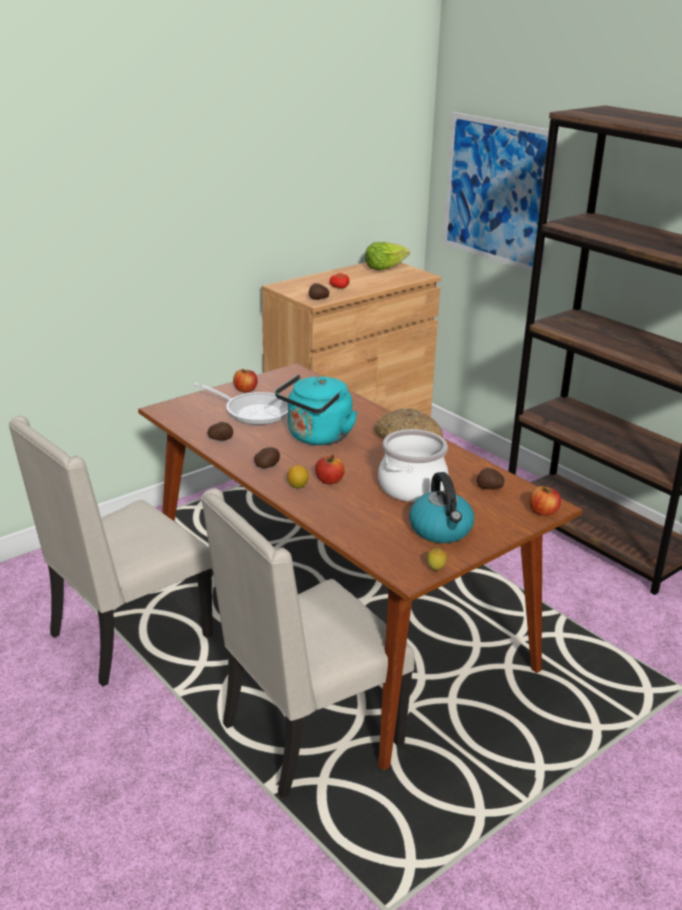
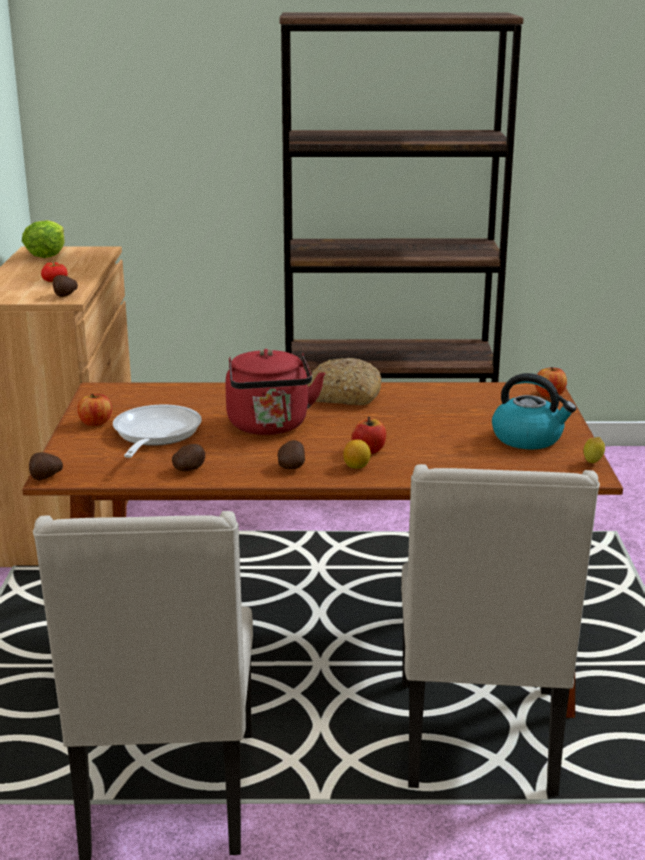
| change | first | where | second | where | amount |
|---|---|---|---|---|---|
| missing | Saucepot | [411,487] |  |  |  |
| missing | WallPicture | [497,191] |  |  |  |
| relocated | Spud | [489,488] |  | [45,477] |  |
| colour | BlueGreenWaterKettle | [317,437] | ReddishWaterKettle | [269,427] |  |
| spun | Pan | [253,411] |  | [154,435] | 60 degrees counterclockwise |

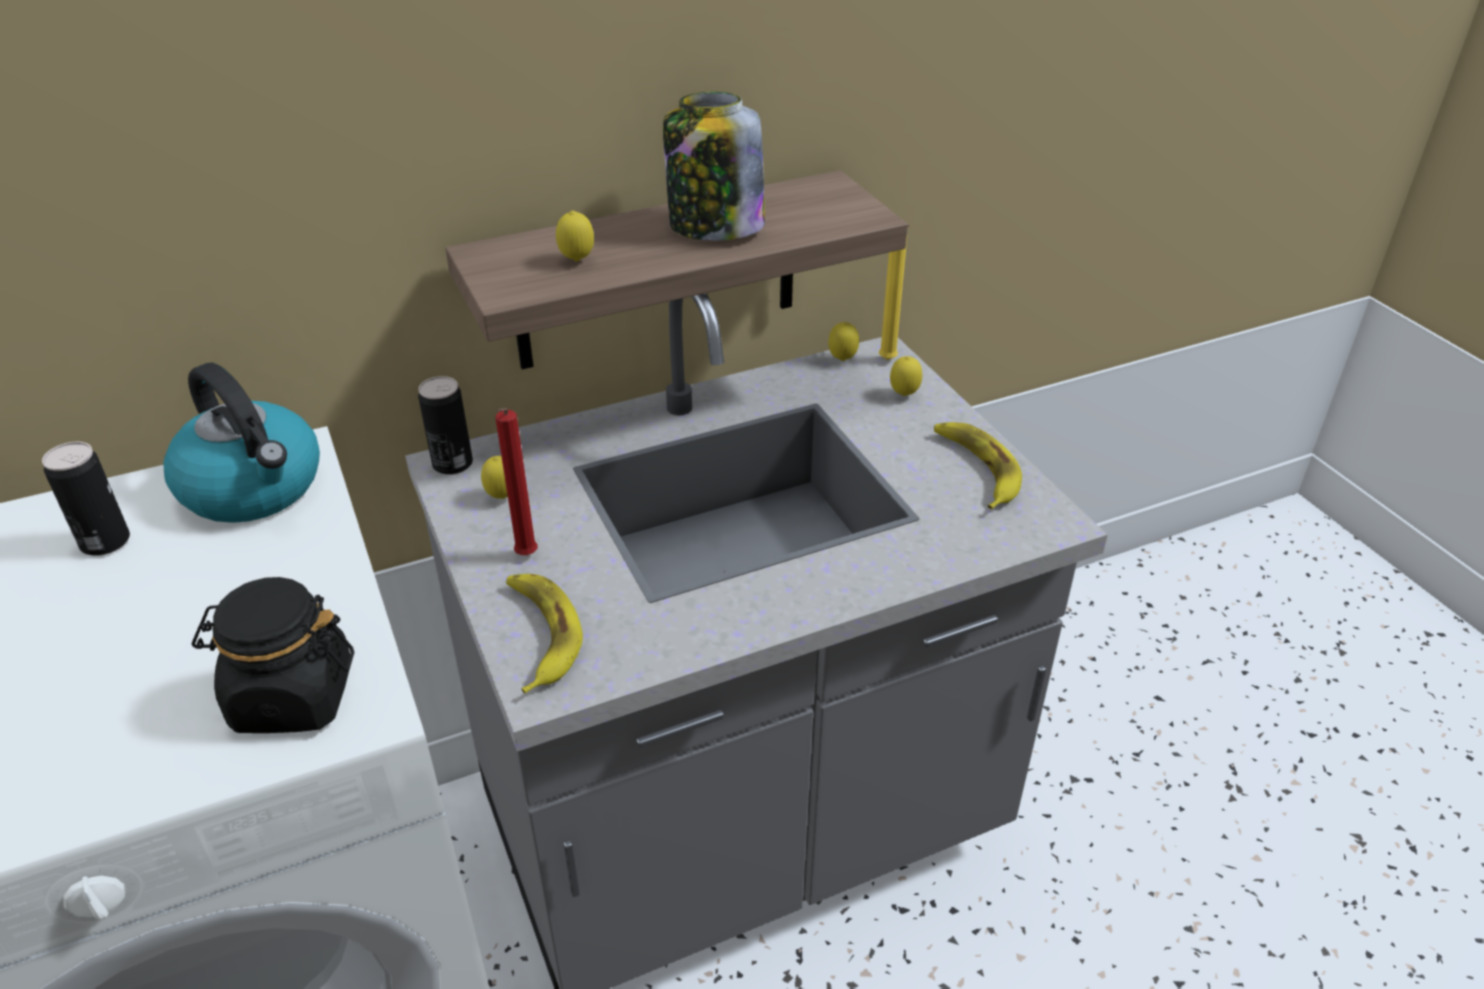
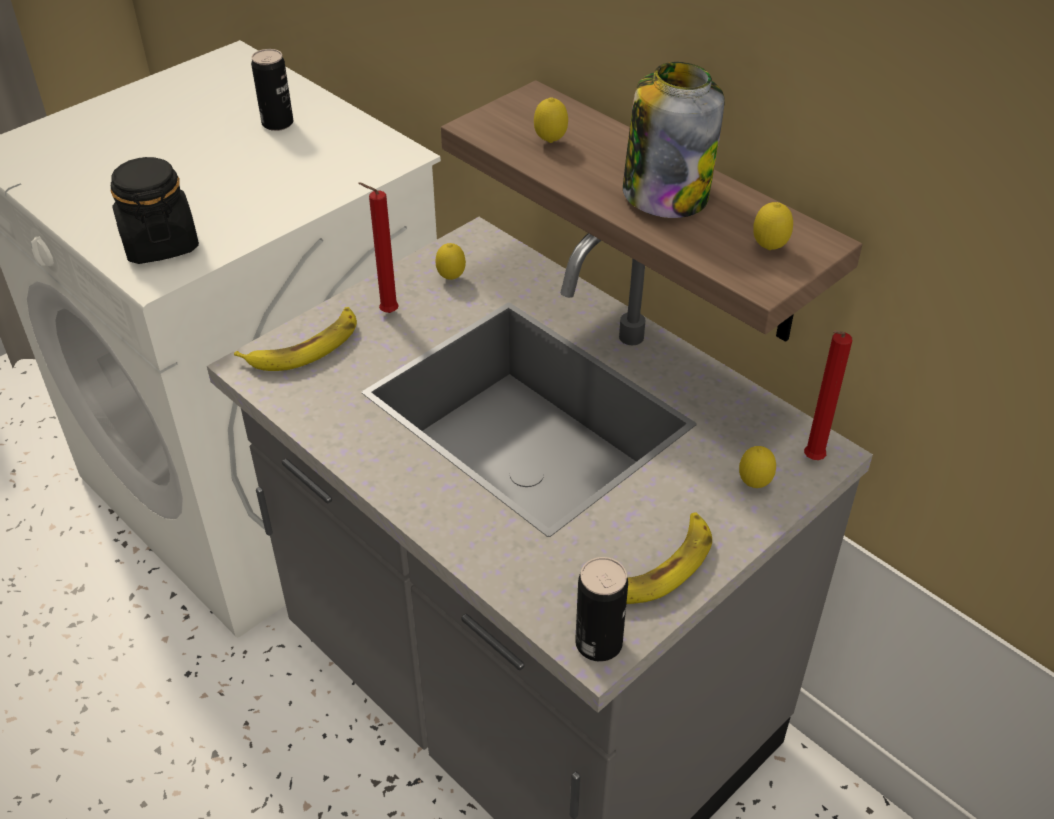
| change | first | where | second | where | amount |
|---|---|---|---|---|---|
| missing | WaterKettle | [254,488] |  |  |  |
| relocated | MetalCan | [452,464] |  | [598,643] |  |
| relocated | WholeLemon | [842,360] |  | [769,249] |  |
| colour | YellowColouredWaxCandle | [888,361] | ReddishWaxCandle | [811,460] |  |

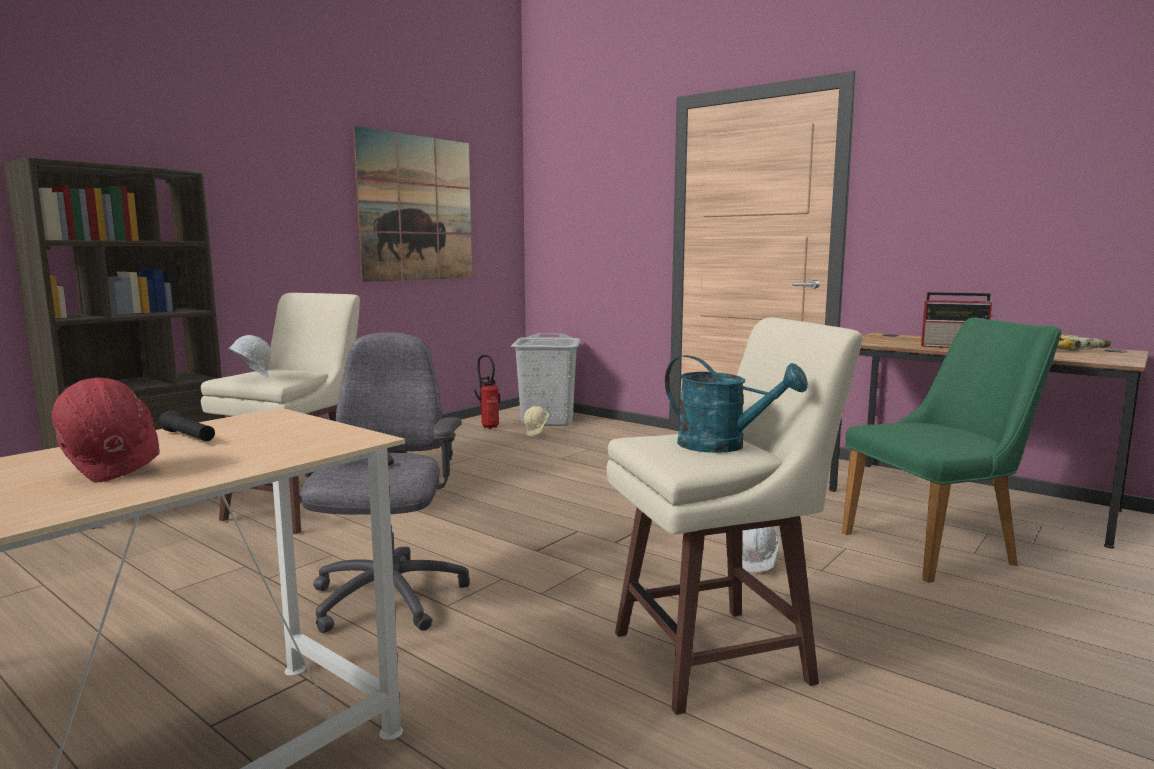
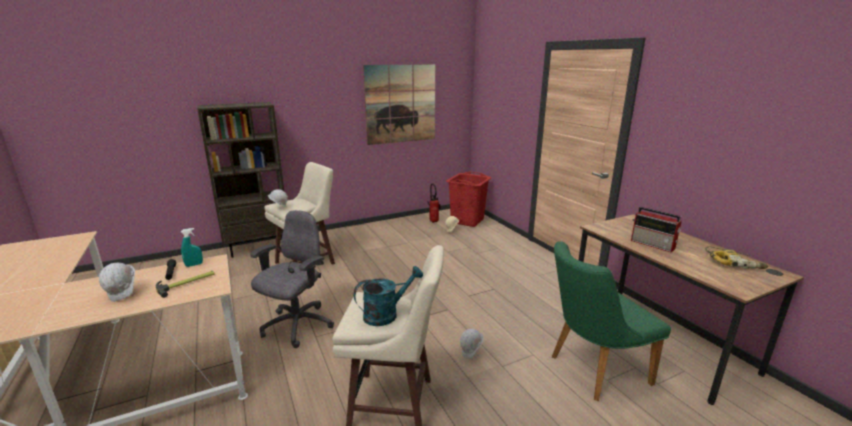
| change | first | where | second | where | amount |
|---|---|---|---|---|---|
| appeared |  |  | HandHammer | [187,283] |  |
| appeared |  |  | BlueGreenHandSprayer | [194,265] |  |
| colour | ReddishWorkHelmet | [113,471] | WhiteWorkHelmet | [124,294] |  |
| colour | GreyishHamper | [548,420] | ReddishHamper | [467,221] |  |
| spun | BlueGreenWateringPot | [723,446] |  | [386,314] | 90 degrees counterclockwise |
| spun | GreenColouredChair | [941,547] |  | [591,370] | 150 degrees clockwise |

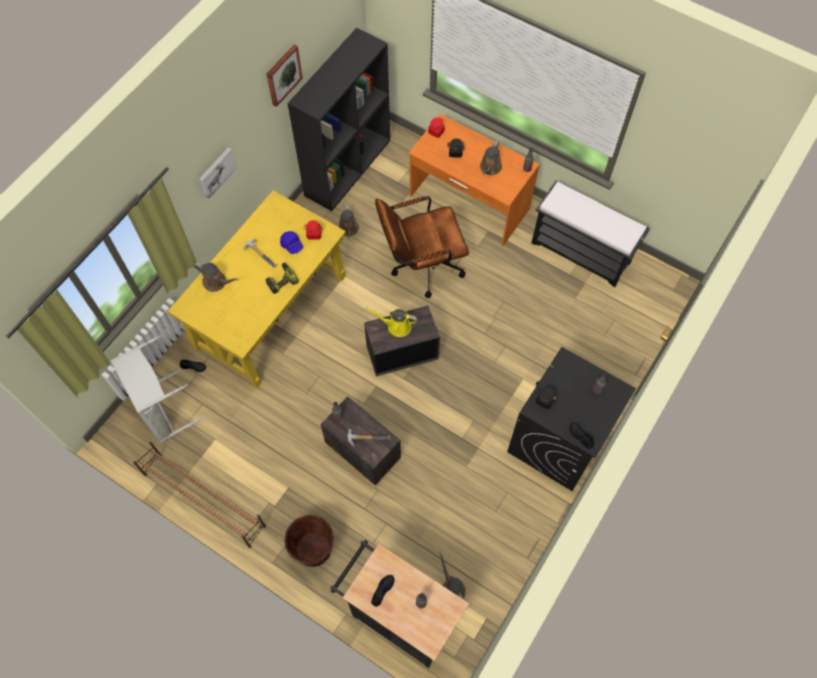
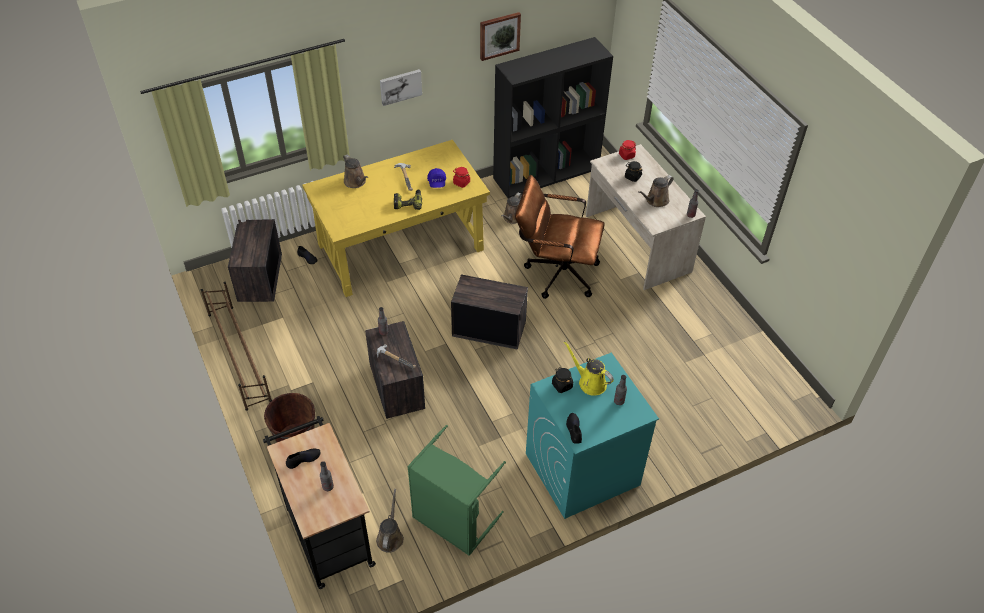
| change | first | where | second | where | amount |
|---|---|---|---|---|---|
| missing | BlackishLongSeat | [582,252] |  |  |  |
| appeared |  |  | GreenColouredHamper | [452,522] |  |
| relocated | YellowColouredWateringPot | [396,326] |  | [590,382] |  |
| exchanged | GreyishHamper | [162,409] | Crate | [260,276] |  |
| colour | OrangeColouredDeskTable | [469,203] | SandColouredDeskTable | [636,243] |  |
| colour | BlackishLaundryAppliance | [558,441] | BlueGreenLaundryAppliance | [581,469] |  |

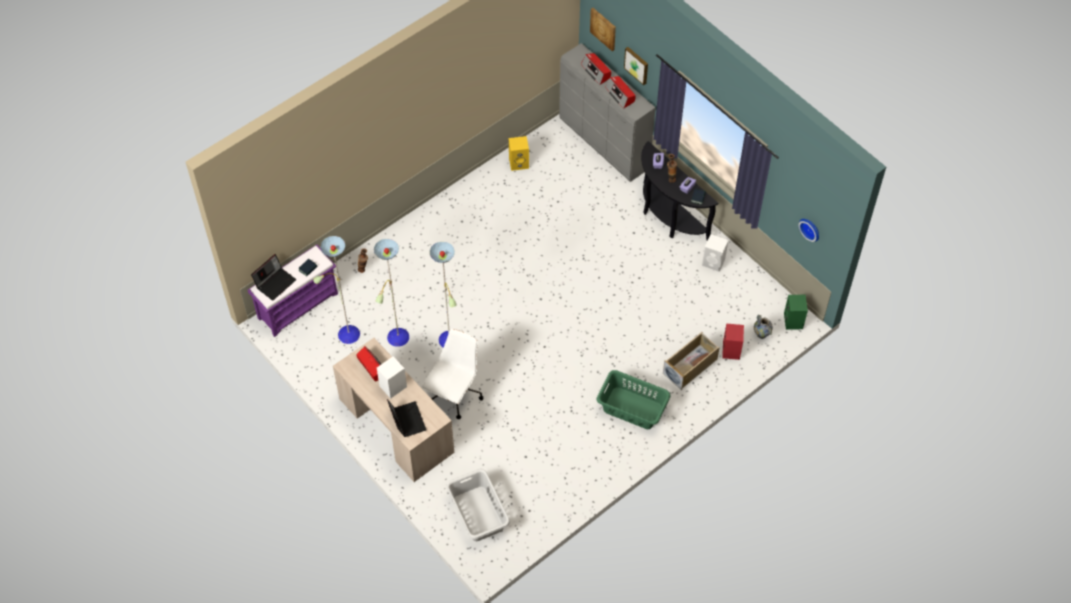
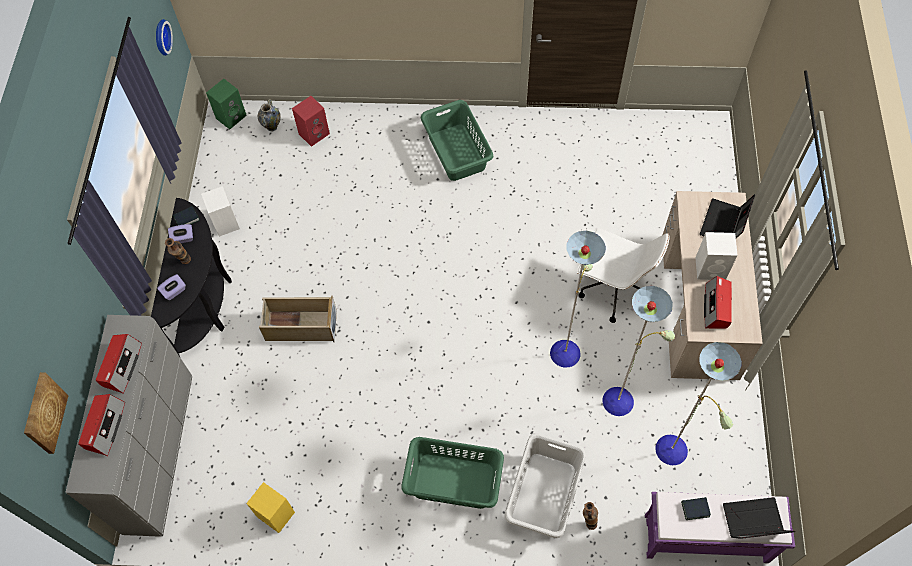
| change | first | where | second | where | amount |
|---|---|---|---|---|---|
| missing | WallPicture | [637,65] |  |  |  |
| appeared |  |  | GreenColouredHamper | [453,480] |  |
| relocated | GreyishHamper | [478,514] |  | [544,493] |  |
| relocated | SandColouredStorageBox | [690,366] |  | [300,326] |  |
| spun | WhiteDeskChair | [454,396] |  | [613,289] | 135 degrees counterclockwise |

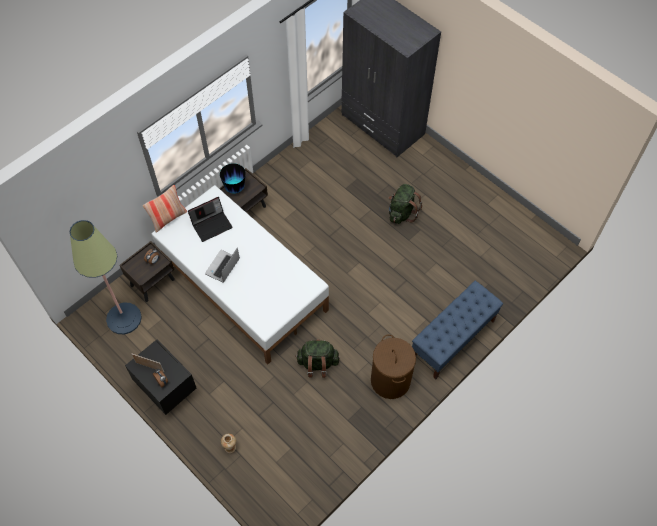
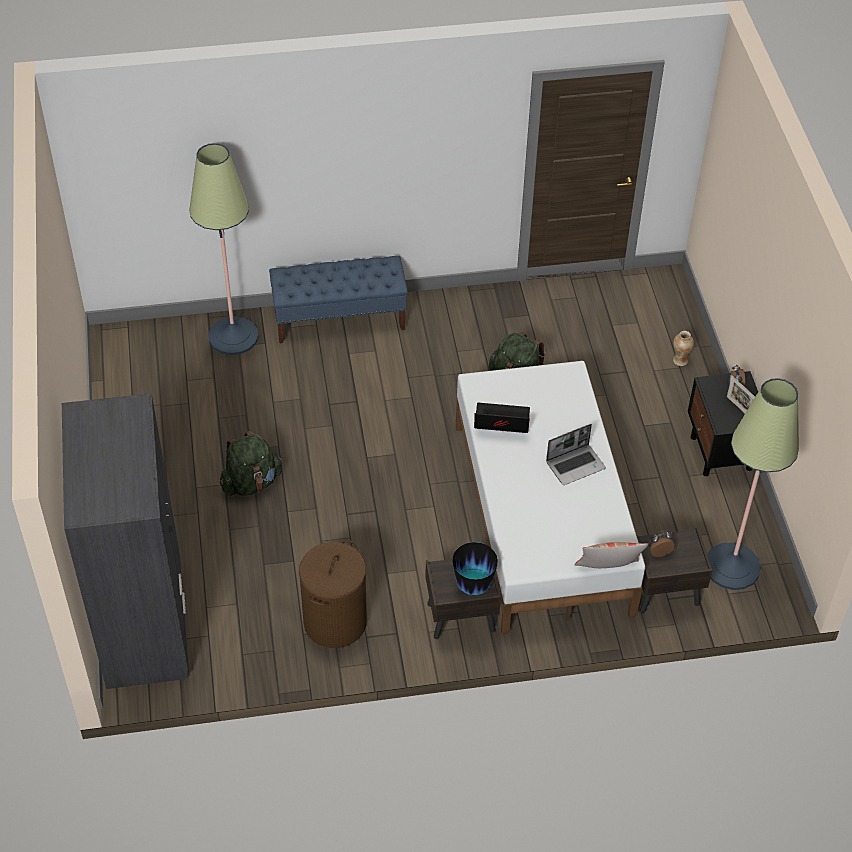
| change | first | where | second | where | amount |
|---|---|---|---|---|---|
| appeared |  |  | StandardLamp | [233,336] |  |
| relocated | PortableComputer | [212,224] |  | [500,422] |  |
| relocated | BrownHamper | [390,380] |  | [335,622] |  |

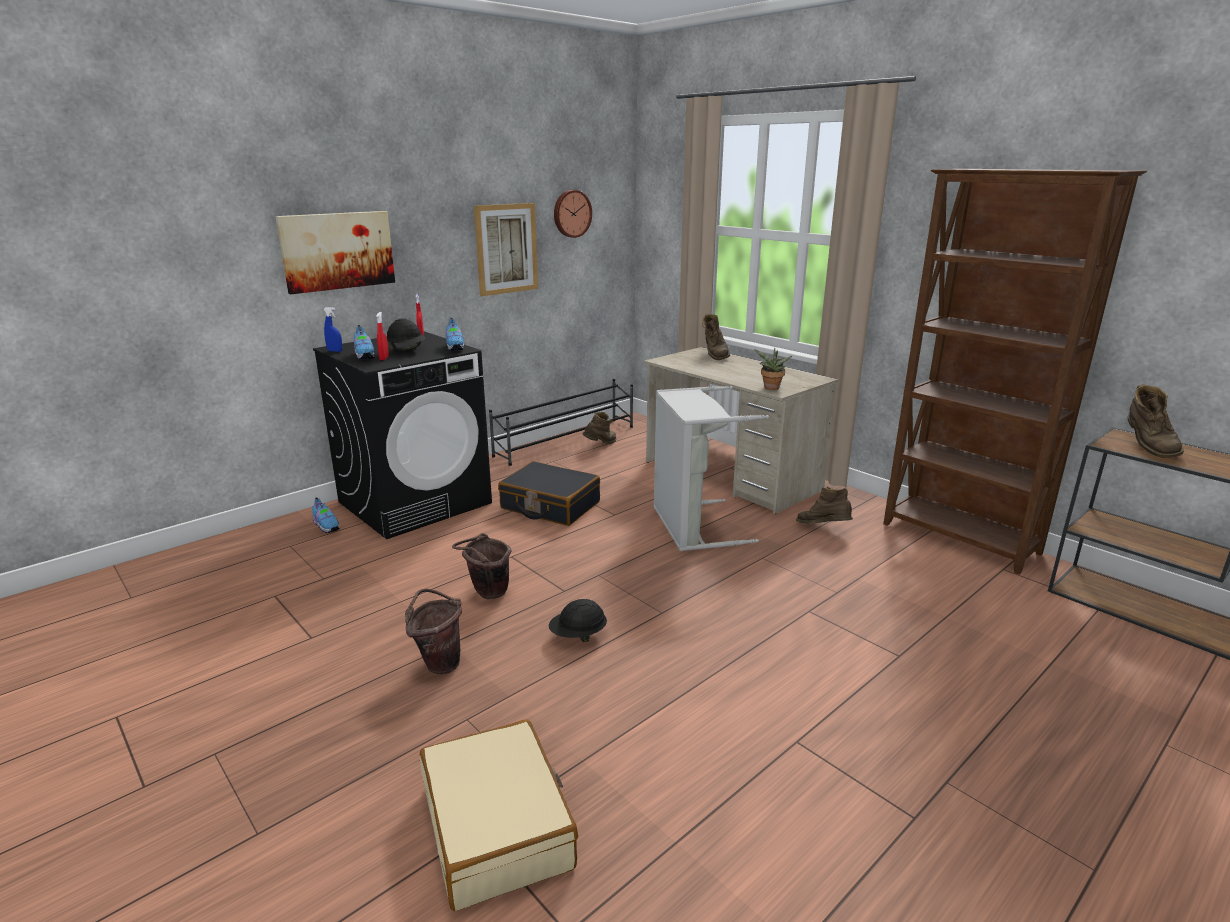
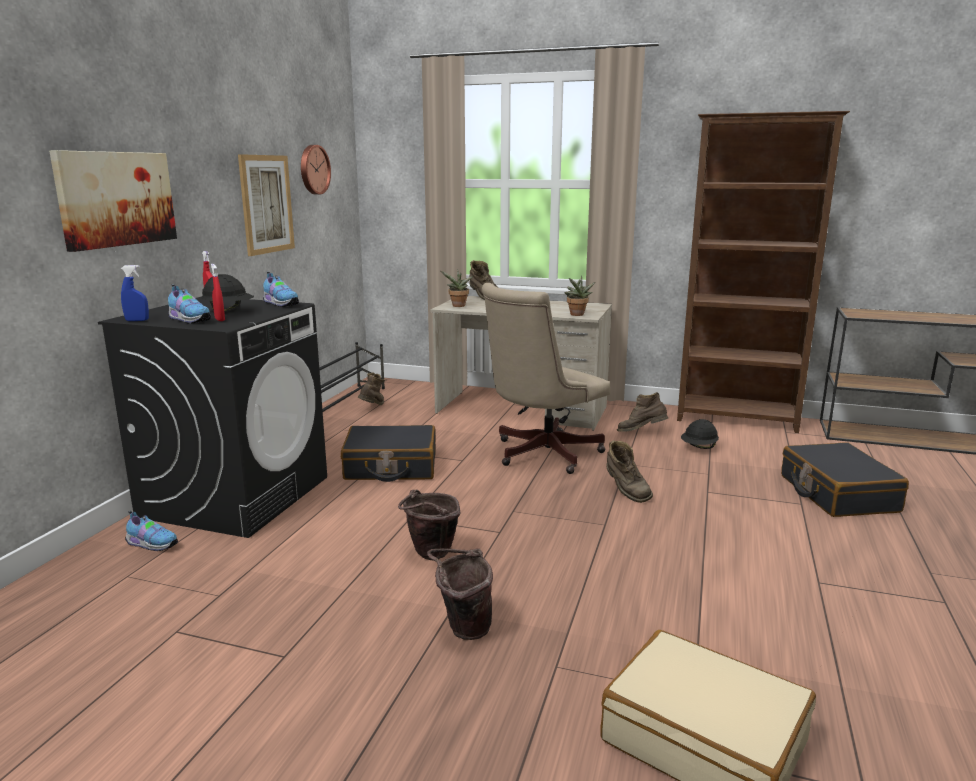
| change | first | where | second | where | amount |
|---|---|---|---|---|---|
| appeared |  |  | PlantInAPot | [458,306] |  |
| appeared |  |  | BlackishPieceOfLuggage | [837,493] |  |
| relocated | BlackishWorkHelmet | [578,636] |  | [699,448] |  |
| relocated | BrownBoot | [1146,446] |  | [625,492] |  |
| exchanged | GreyishHamper | [691,526] | SandColouredDeskChair | [540,454] |  |

